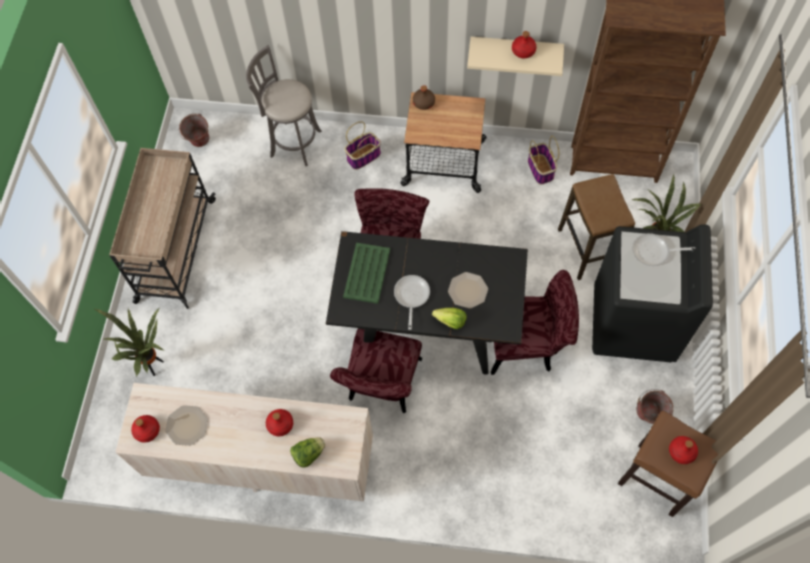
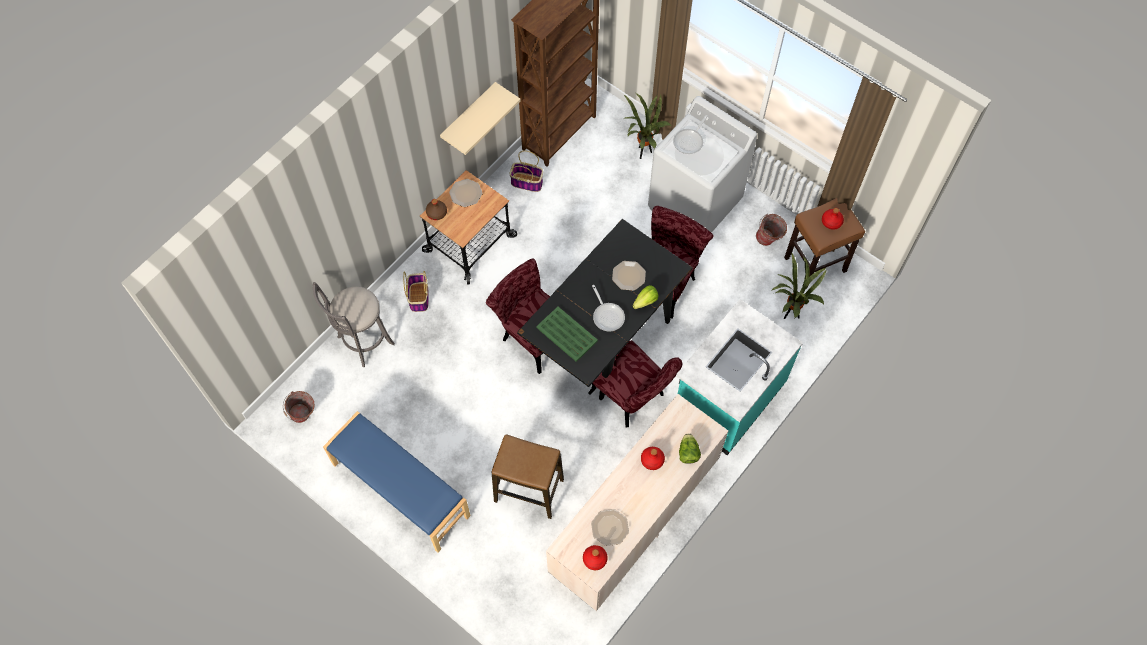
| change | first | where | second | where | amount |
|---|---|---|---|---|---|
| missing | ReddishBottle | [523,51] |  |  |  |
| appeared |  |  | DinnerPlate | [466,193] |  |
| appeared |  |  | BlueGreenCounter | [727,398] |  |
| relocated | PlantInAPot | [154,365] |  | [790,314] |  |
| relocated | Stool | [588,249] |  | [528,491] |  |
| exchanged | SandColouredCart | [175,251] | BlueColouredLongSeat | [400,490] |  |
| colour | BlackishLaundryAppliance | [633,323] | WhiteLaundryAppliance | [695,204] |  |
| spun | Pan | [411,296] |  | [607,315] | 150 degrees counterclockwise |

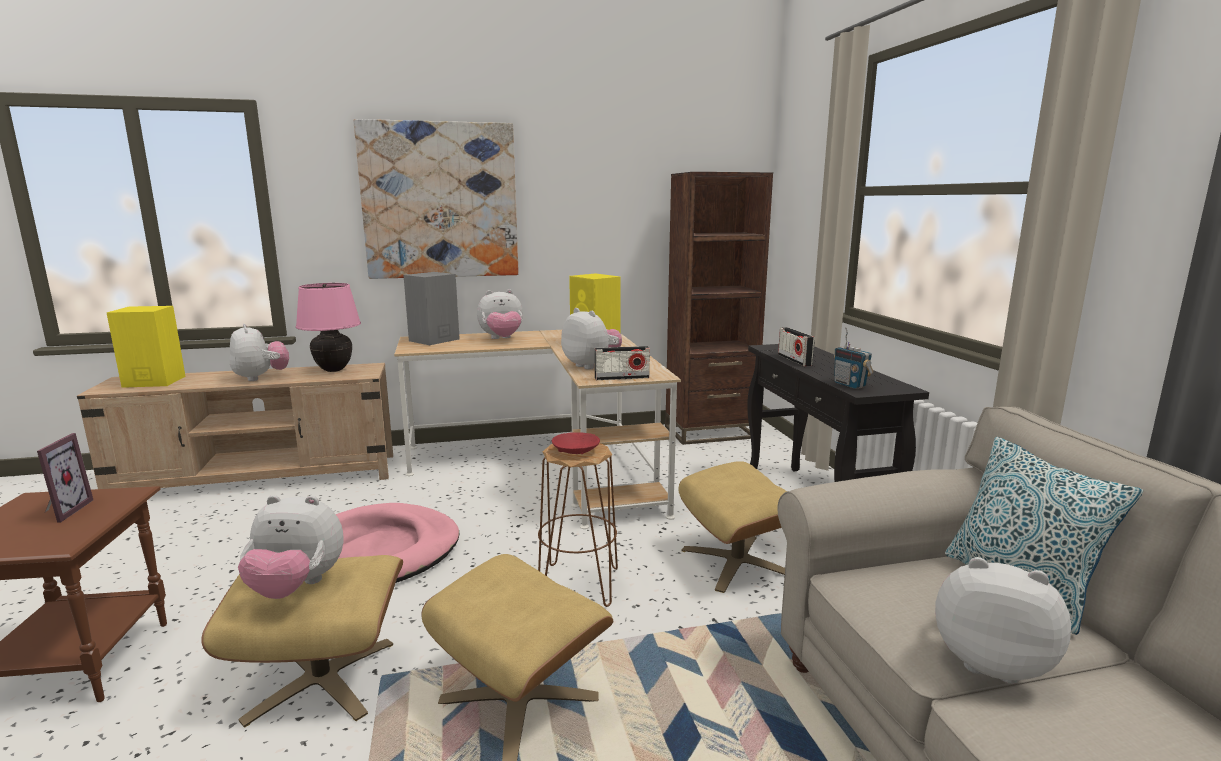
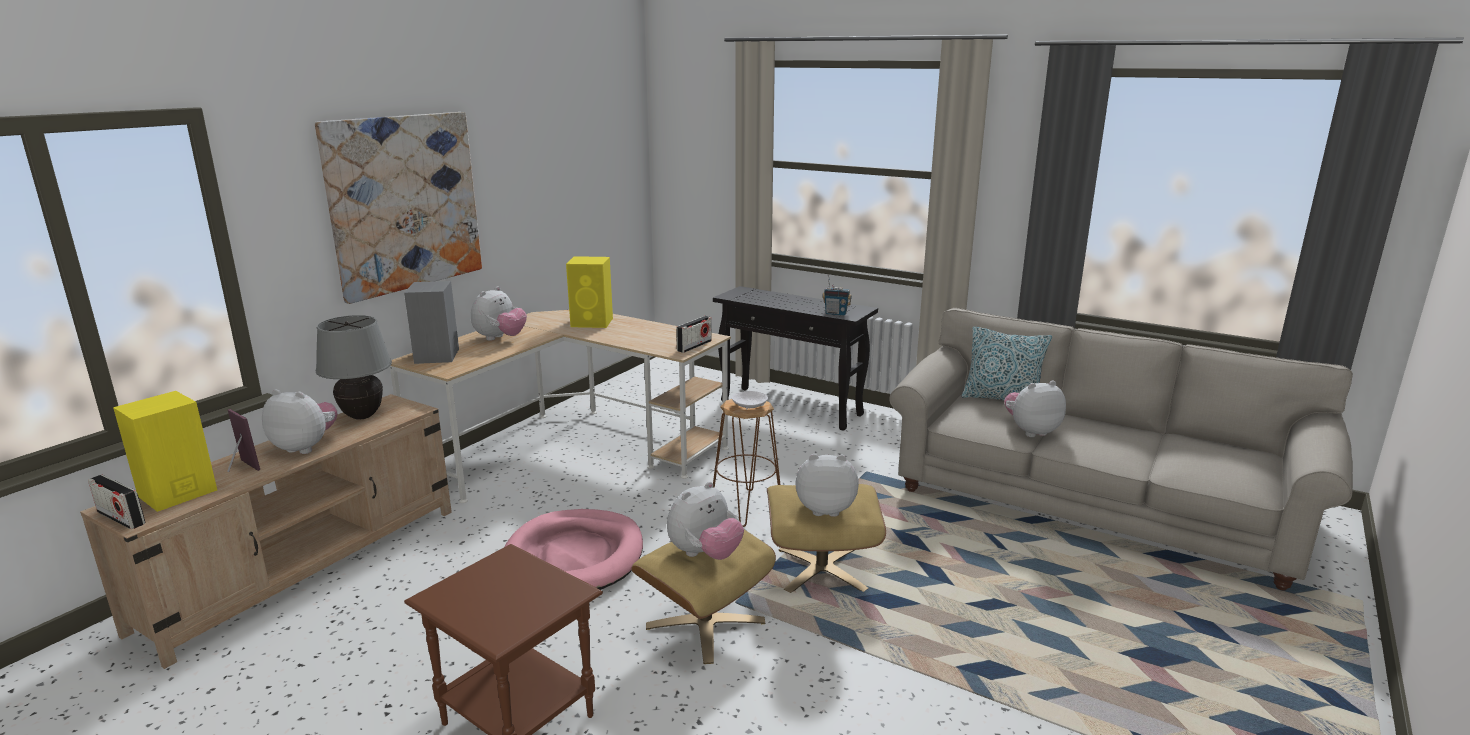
| change | first | where | second | where | amount |
|---|---|---|---|---|---|
| missing | BrownBookcase | [710,432] |  |  |  |
| missing | SandColouredFootrest | [737,562] |  |  |  |
| relocated | StandingFrame | [62,511] |  | [240,468] |  |
| relocated | SoftToy | [591,365] |  | [825,509] |  |
| relocated | RadioReceiver | [794,360] |  | [121,518] |  |
| colour | PinkColouredLampForATable | [333,370] | GreyishLampForATable | [362,416] |  |
| colour | ReddishServingBowl | [576,451] | WhiteServingBowl | [750,405] |  |

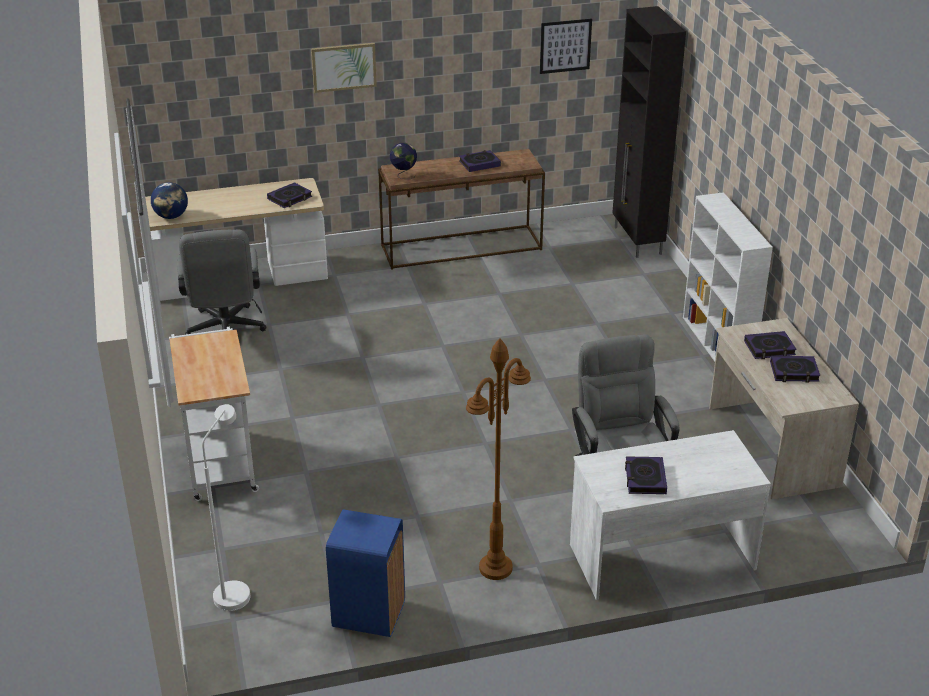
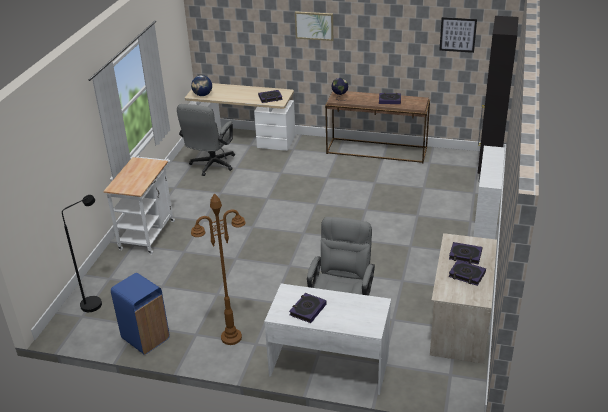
| change | first | where | second | where | amount |
|---|---|---|---|---|---|
| colour | WhiteStandardLamp | [235,590] | BlackishStandardLamp | [96,302] |  |

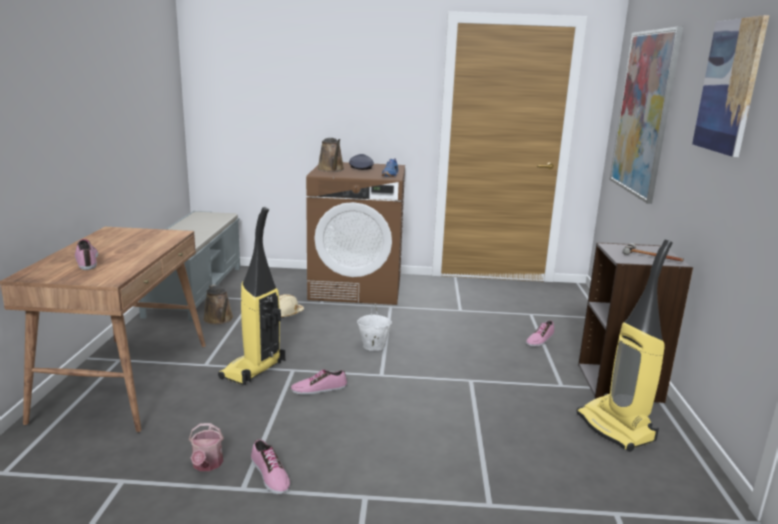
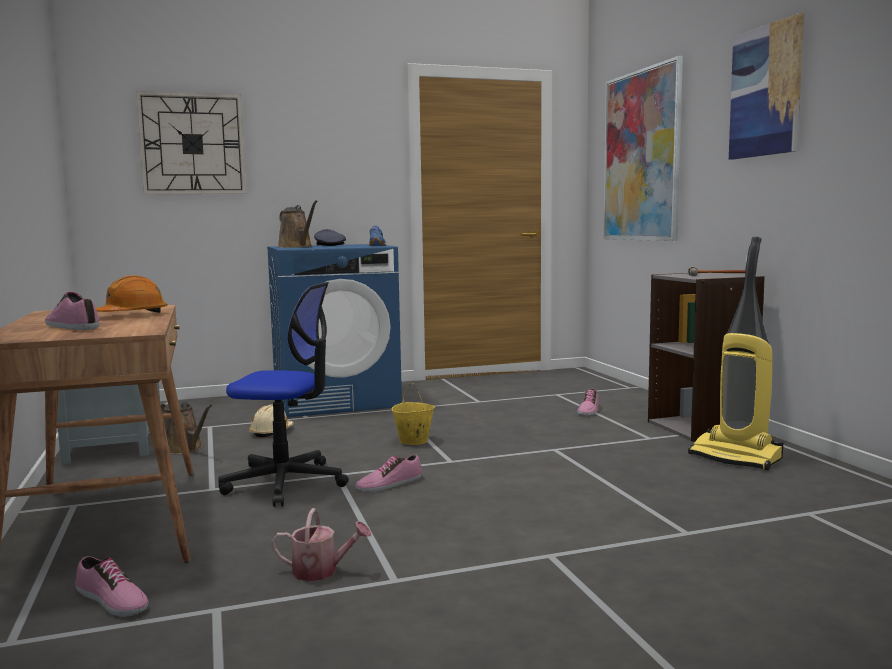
| change | first | where | second | where | amount |
|---|---|---|---|---|---|
| appeared |  |  | OrangeColouredWorkHelmet | [133,315] |  |
| appeared |  |  | WallClock | [192,144] |  |
| relocated | LowShoe | [269,475] |  | [111,600] |  |
| exchanged | VacuumCleaner | [253,370] | DeskChair | [285,483] |  |
| colour | BrownLaundryAppliance | [357,287] | BlueColouredLaundryAppliance | [336,400] |  |
| colour | WhiteBucket | [373,346] | YellowColouredBucket | [413,441] |  |
| spun | WateringPot | [206,465] |  | [321,571] | 60 degrees counterclockwise |

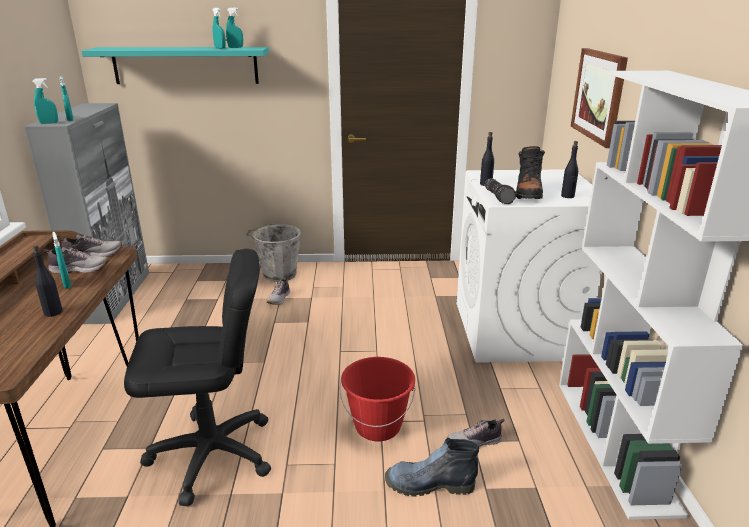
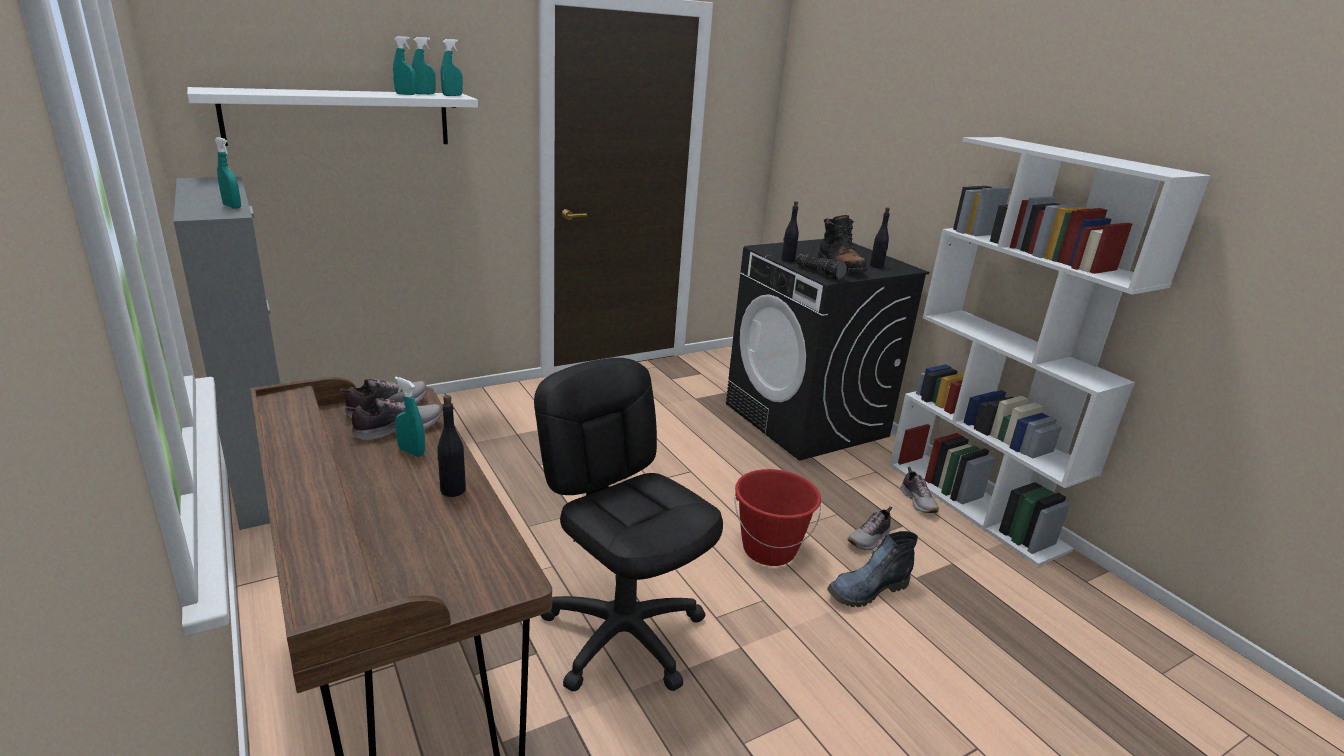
| change | first | where | second | where | amount |
|---|---|---|---|---|---|
| missing | GreyishBucket | [278,274] |  |  |  |
| missing | WallPicture | [599,95] |  |  |  |
| relocated | BlueGreenHandSprayer | [49,123] |  | [452,95] |  |
| relocated | LowShoe | [279,298] |  | [918,501] |  |
| colour | BlueGreenWallShelf | [185,65] | WhiteWallShelf | [339,118] |  |
| colour | WhiteLaundryAppliance | [516,331] | BlackishLaundryAppliance | [806,420] |  |
| spun | BlackishDeskChair | [212,454] |  | [623,634] | 90 degrees counterclockwise |

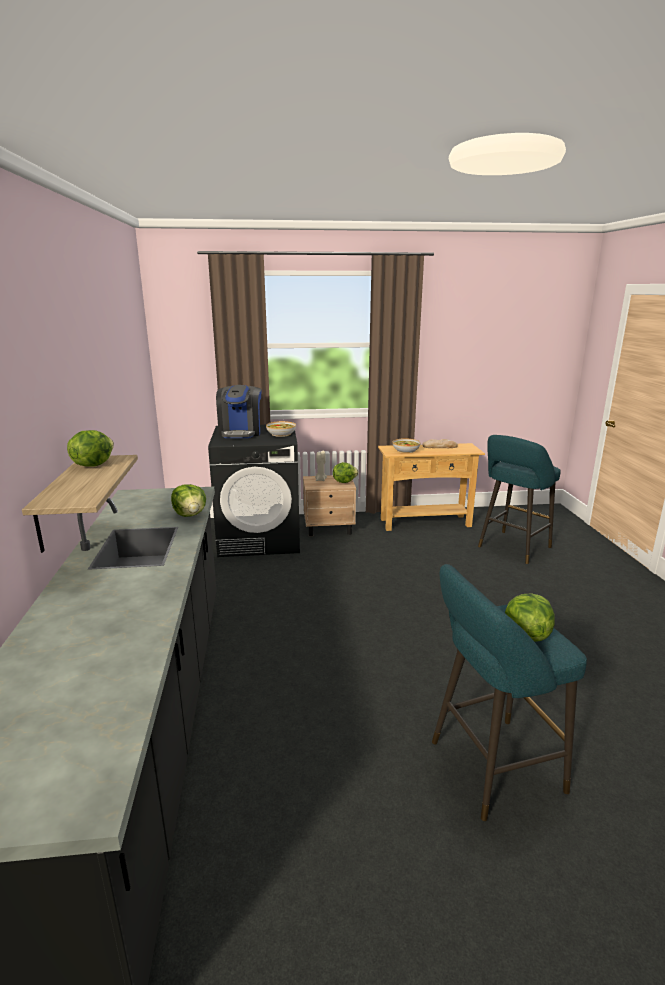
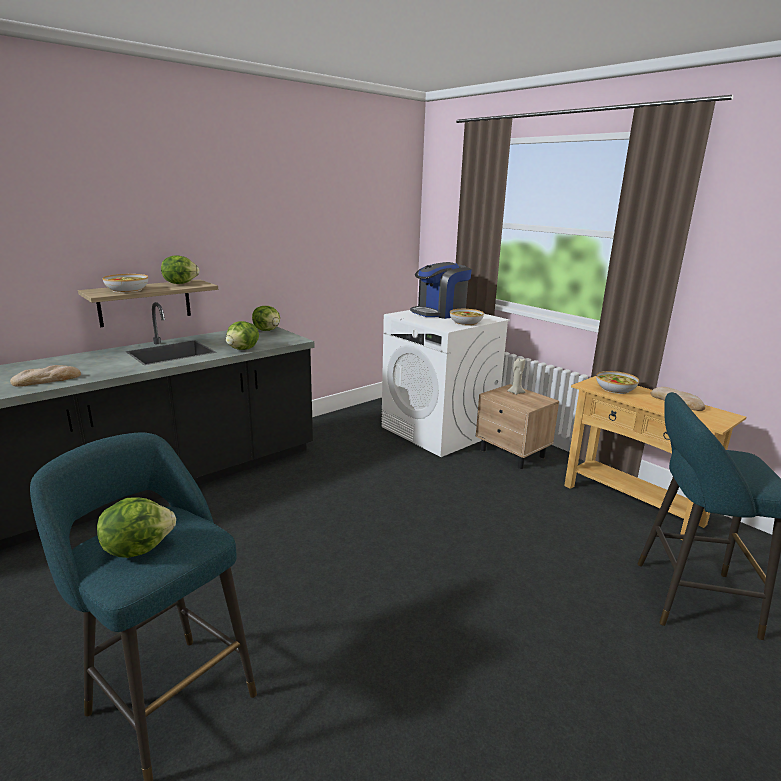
| change | first | where | second | where | amount |
|---|---|---|---|---|---|
| appeared |  |  | Bread | [47,380] |  |
| appeared |  |  | ServingBowl | [127,290] |  |
| relocated | Lettuce | [344,481] |  | [267,330] |  |
| colour | BlackishLaundryAppliance | [260,538] | WhiteLaundryAppliance | [439,431] |  |

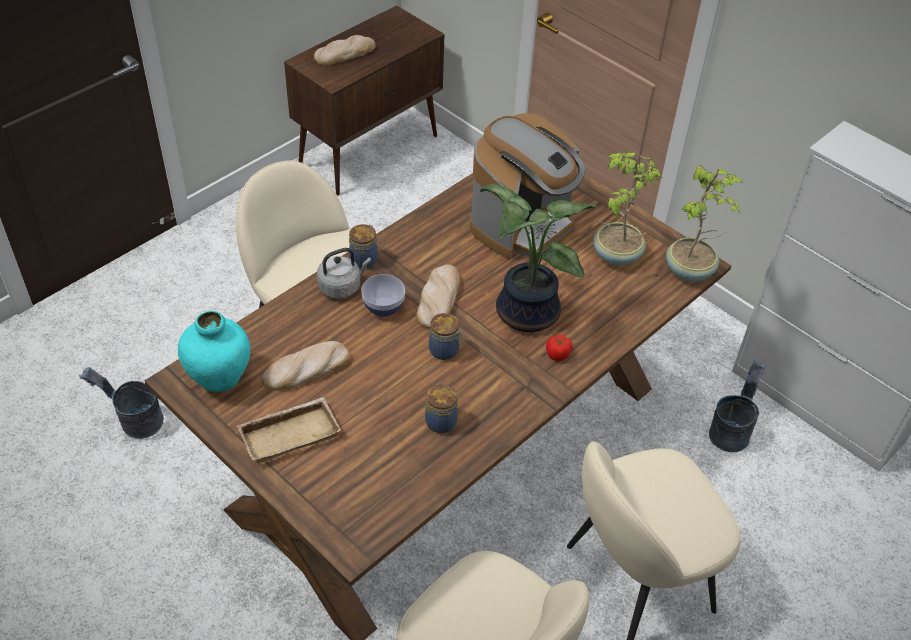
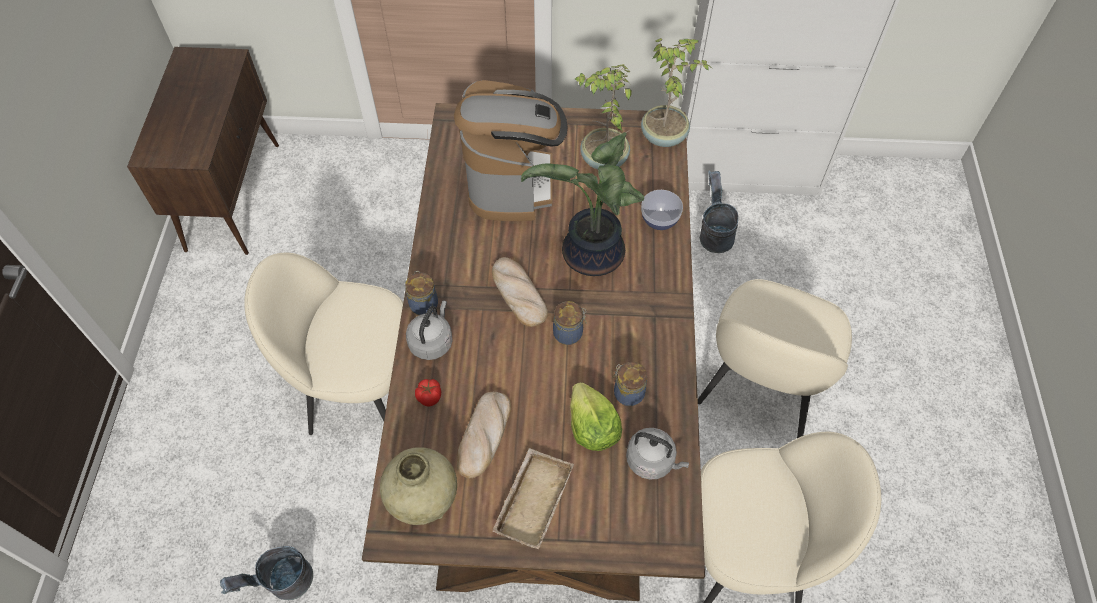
| change | first | where | second | where | amount |
|---|---|---|---|---|---|
| missing | Bread | [345,53] |  |  |  |
| appeared |  |  | Lettuce | [592,427] |  |
| appeared |  |  | GreyishWaterKettle | [652,461] |  |
| relocated | ServingBowl | [383,307] |  | [659,220] |  |
| relocated | Tomato | [558,354] |  | [430,396] |  |
| colour | BlueGreenFlowerVase | [220,378] | SandColouredFlowerVase | [424,502] |  |

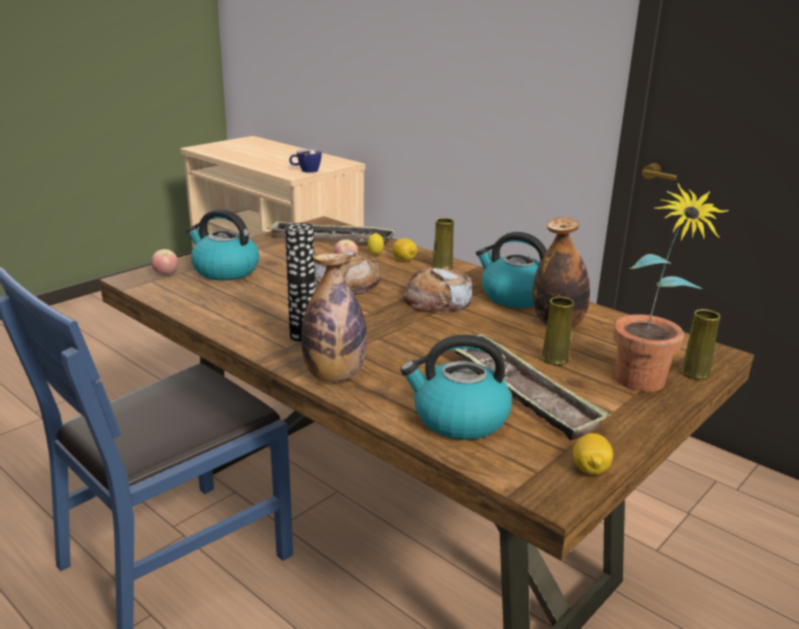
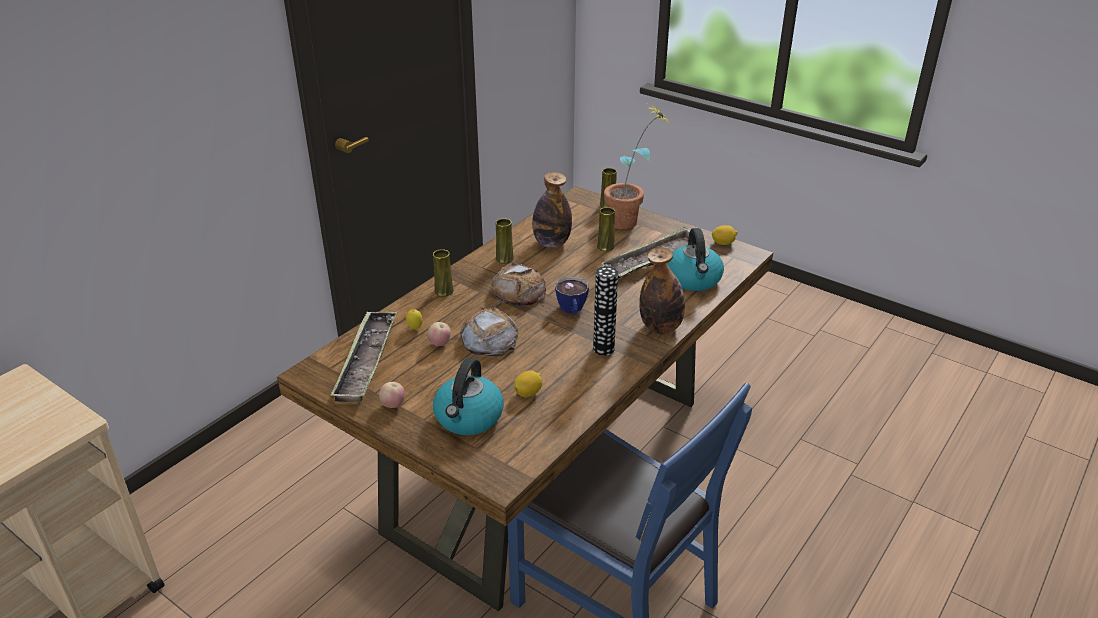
| change | first | where | second | where | amount |
|---|---|---|---|---|---|
| relocated | WholeApple | [166,274] |  | [393,405] |  |
| relocated | DrinkingCup | [305,170] |  | [572,310] |  |
| relocated | WholeLemon | [404,260] |  | [528,393] |  |
| exchanged | WaterKettle | [513,296] | YellowColouredFlowerVase | [504,259] |  |

